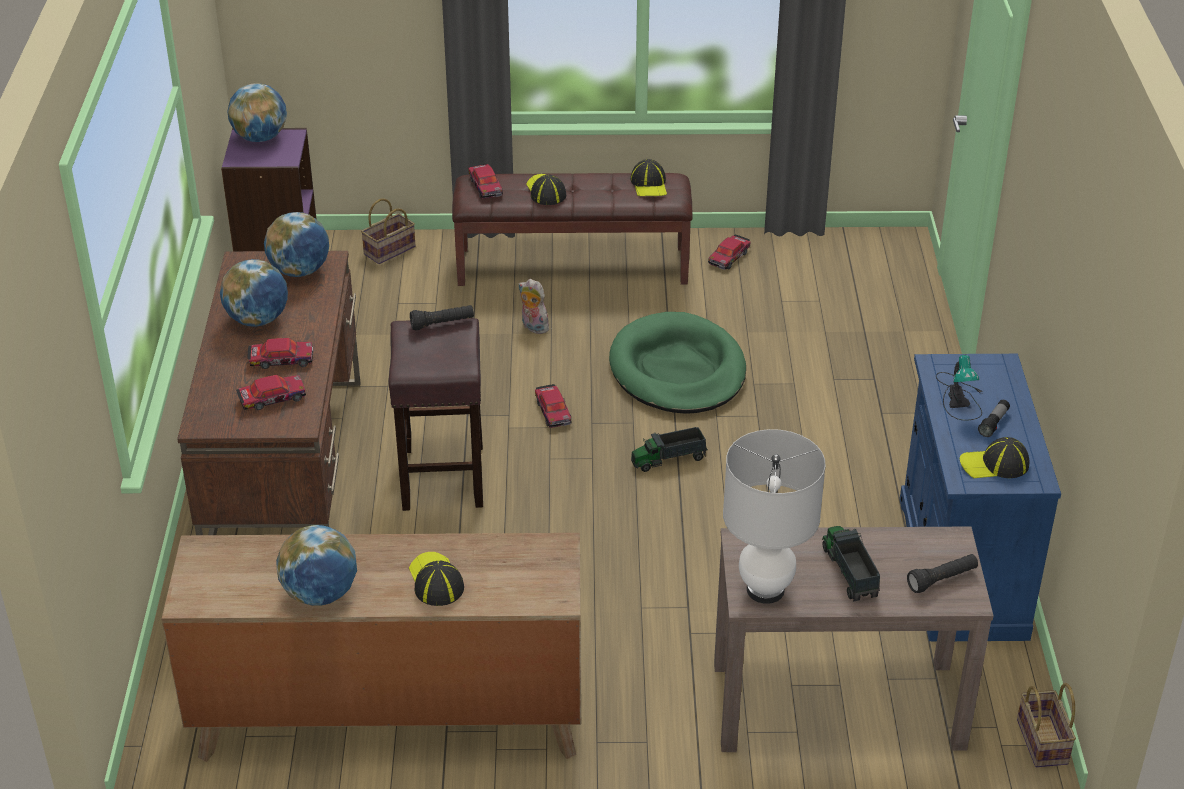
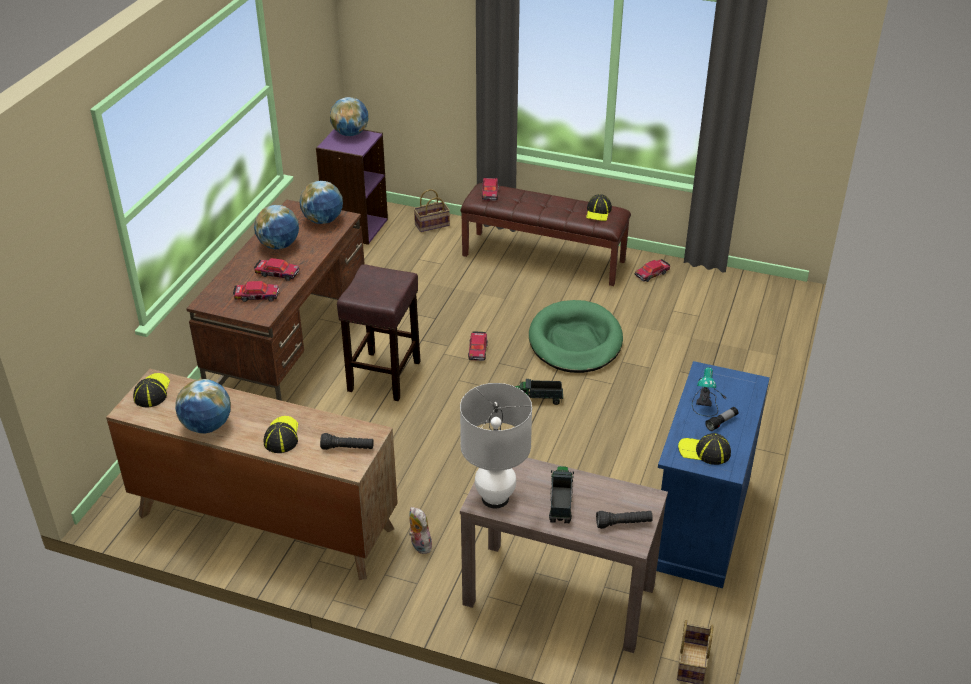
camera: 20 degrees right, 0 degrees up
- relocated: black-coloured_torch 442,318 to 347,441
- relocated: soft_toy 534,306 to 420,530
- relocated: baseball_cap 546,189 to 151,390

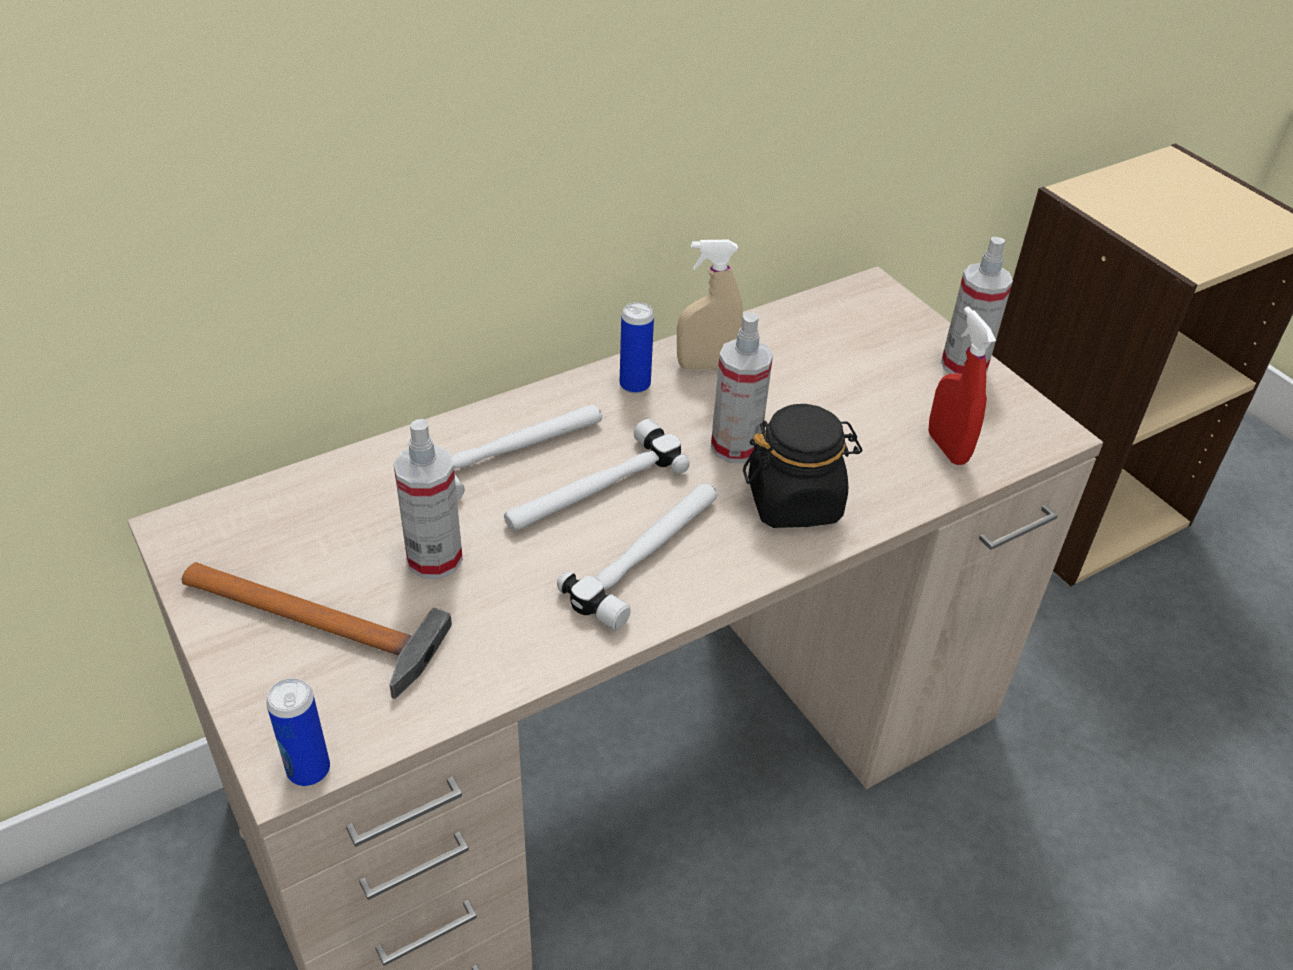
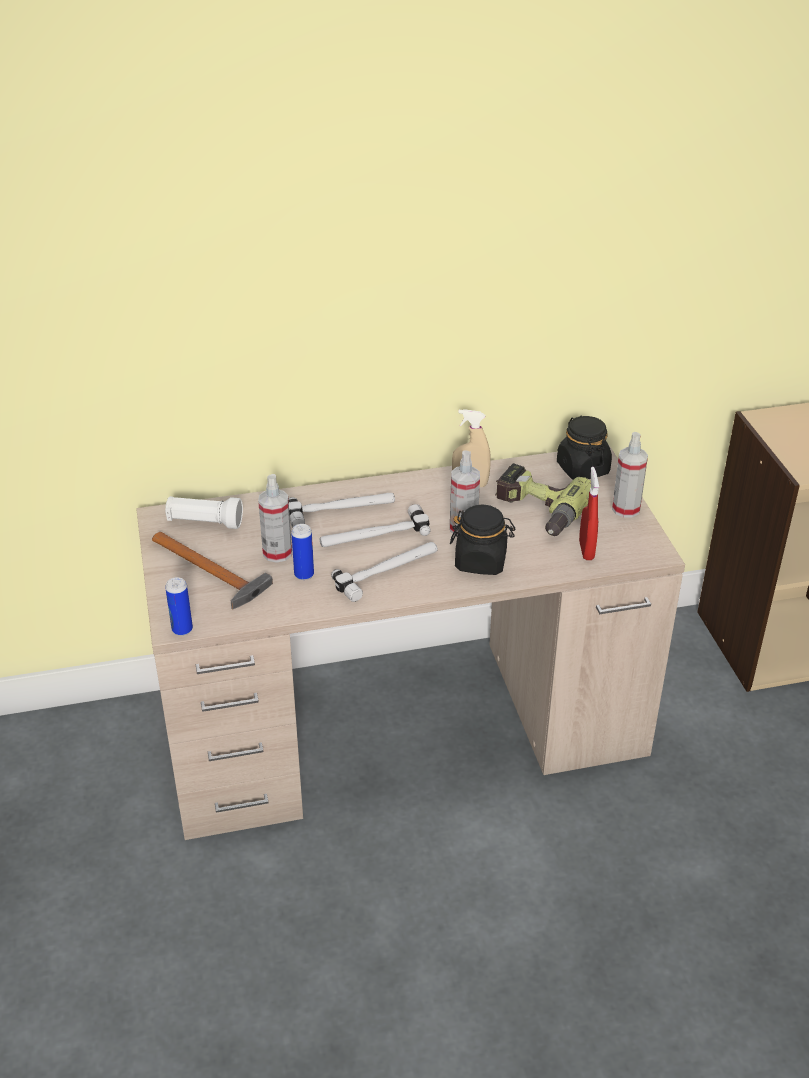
camera: 20 degrees right, 5 degrees down
- appeared: white_torch 204,512
- appeared: drill 543,499
- appeared: black-coloured_preserve_jar 584,448
- relocated: can 637,348 to 302,552

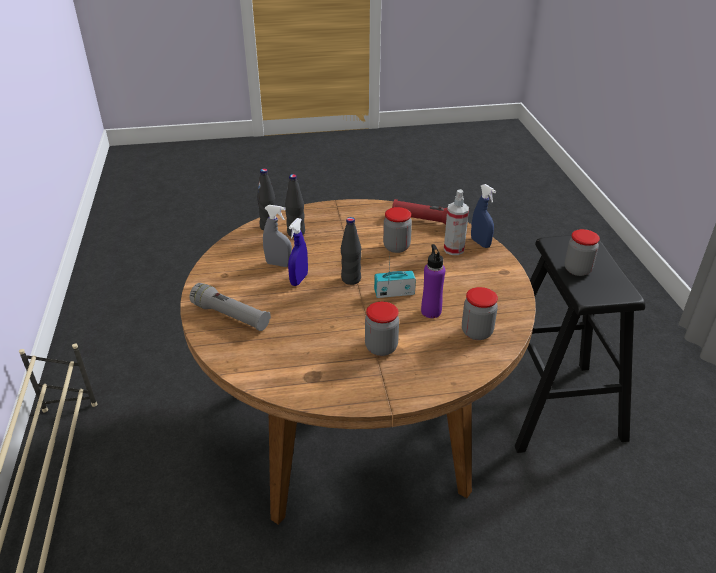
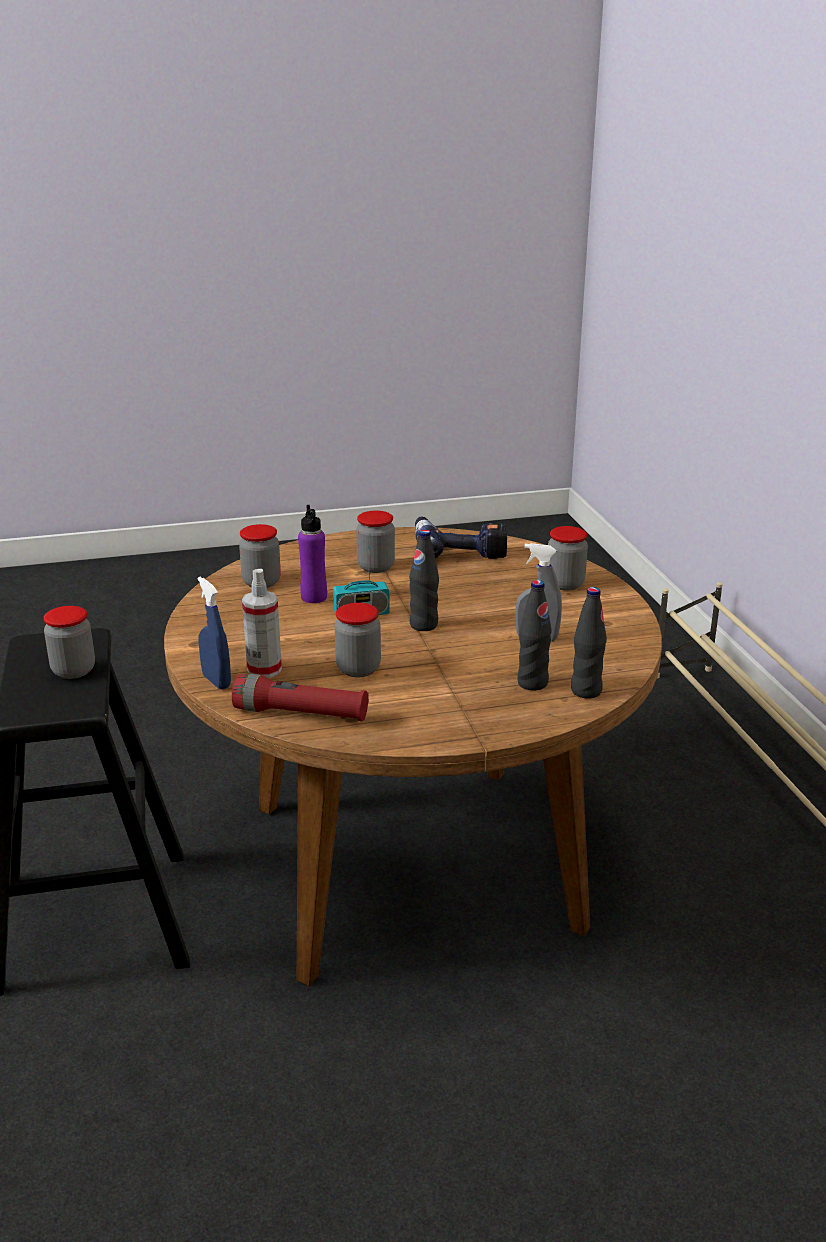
camera: 175 degrees right, 10 degrees down
- missing: blue_hand_sprayer 298,252
- appeared: drill 461,537
- exchanged: gray_torch 230,307 to preserve_jar 568,558

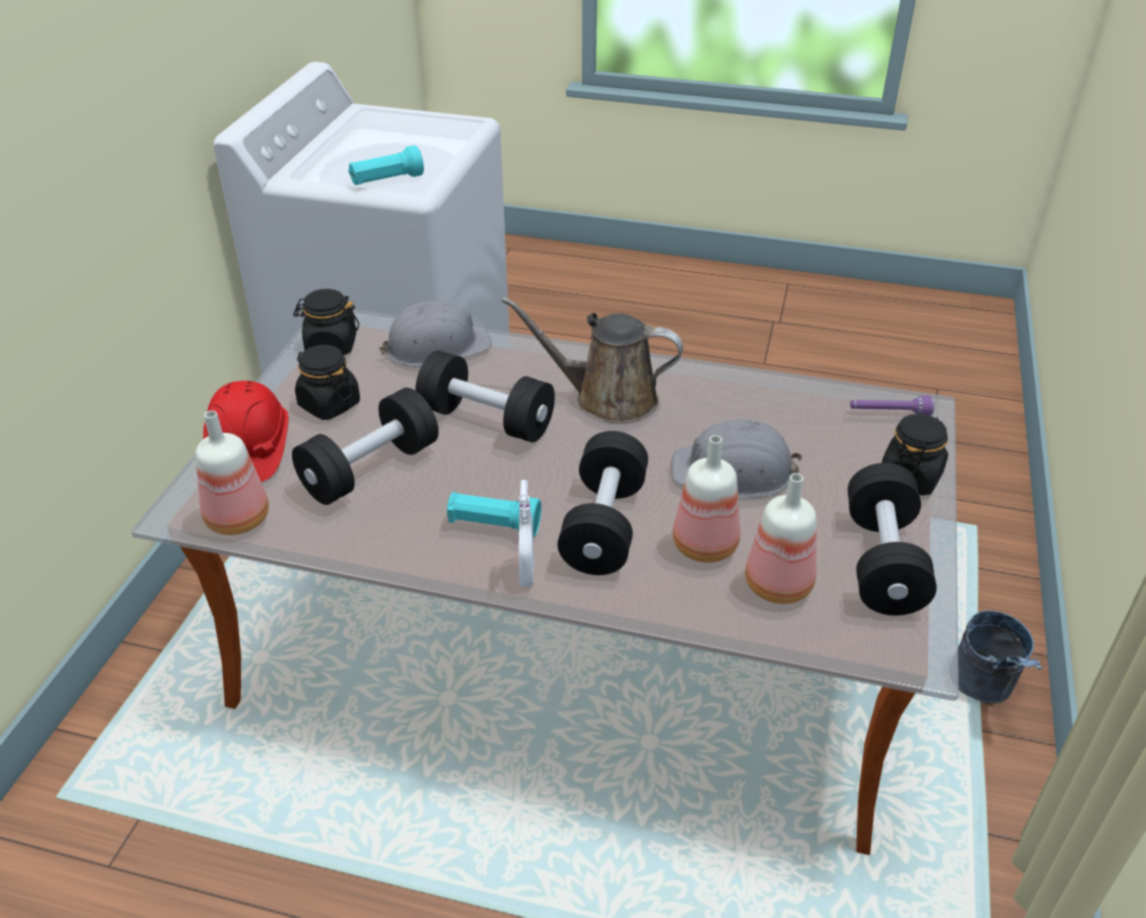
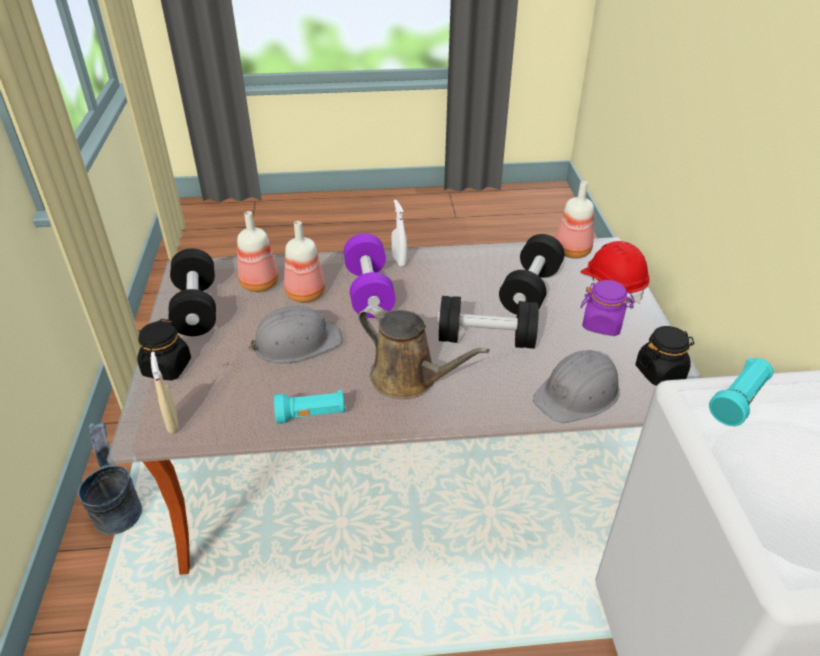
camera: 160 degrees right, 0 degrees up
- relocated: turquoise-coloured_torch 494,514 to 310,407
- exchanged: purple_torch 892,406 to beige-coloured_hand_sprayer 165,393
- colour: black-coloured_preserve_jar 327,382 to purple_preserve_jar 607,308
- colour: black-coloured_dumbbell 603,503 to purple_dumbbell 369,275
- spun: brown-coloured_sprinkling_can 592,360 = 424,352 45 degrees clockwise

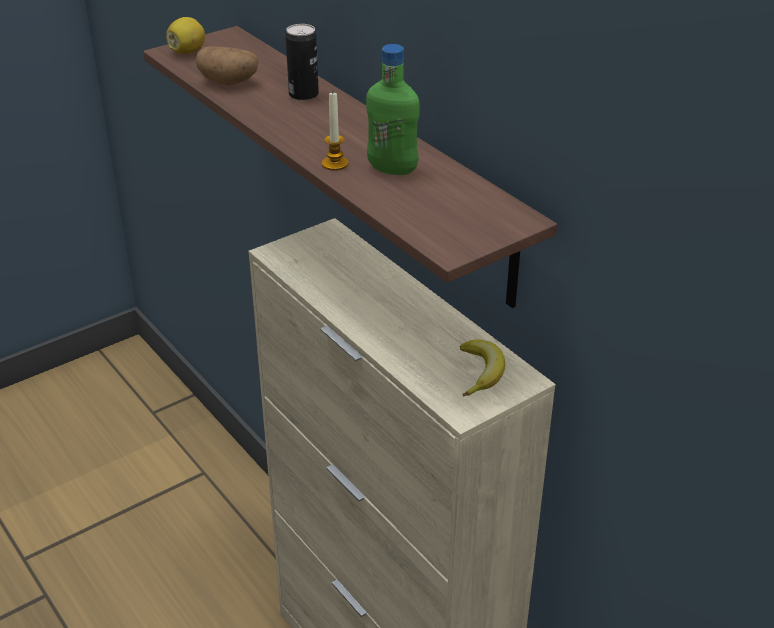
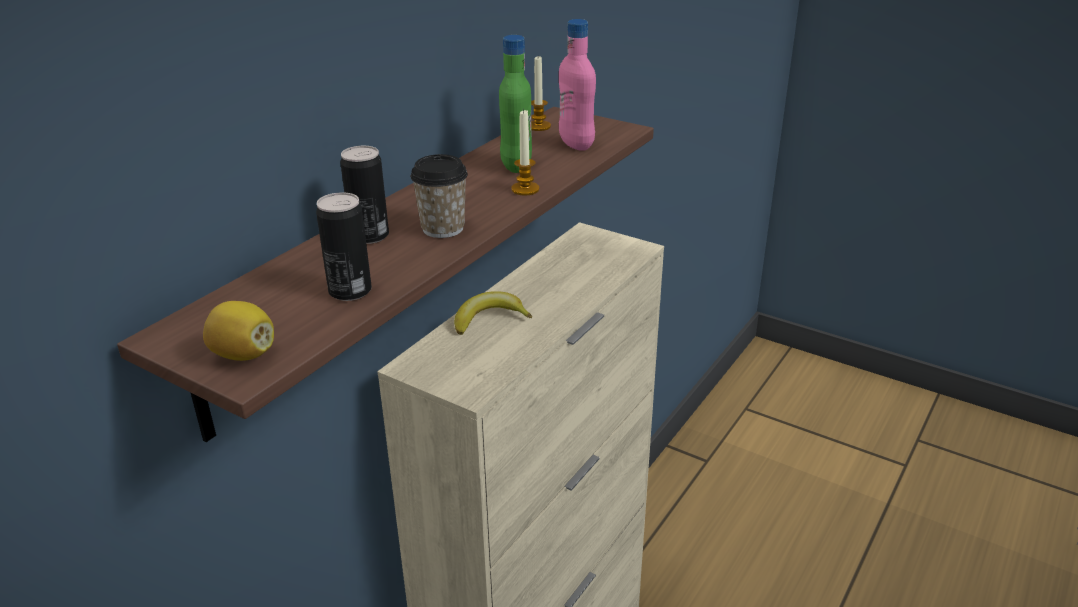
camera: 110 degrees left, 5 degrees down
- appeared: cup 439,196
- appeared: wax_light 541,93
- appeared: pink_drink_bottle 577,85
- relocated: banana_fruit 482,367 to 493,313
- exchanged: whole_potato 227,65 to can 344,246

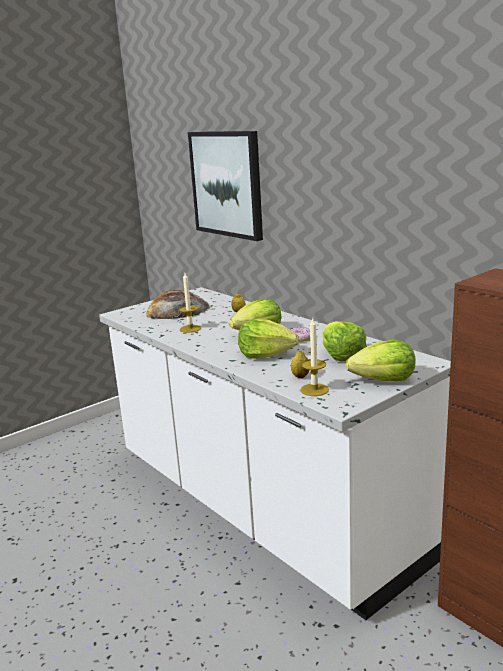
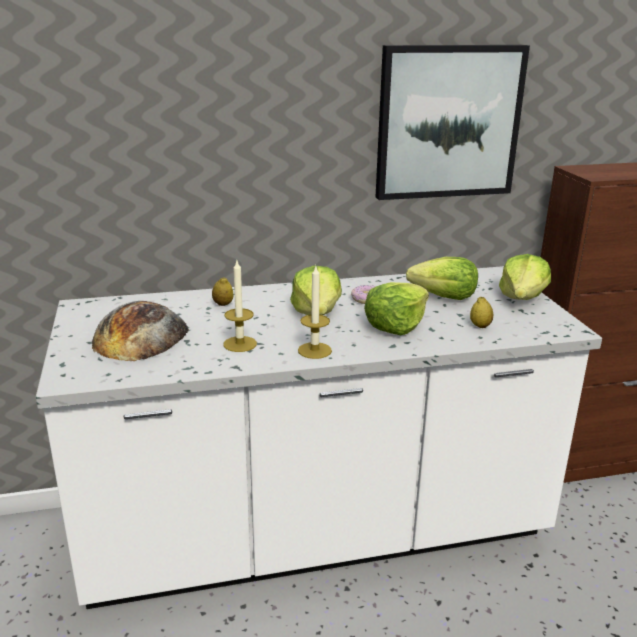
camera: 65 degrees left, 5 degrees up
- relocated: wall_picture 225,186 to 453,122
- relocated: wax_light 314,357 to 315,312

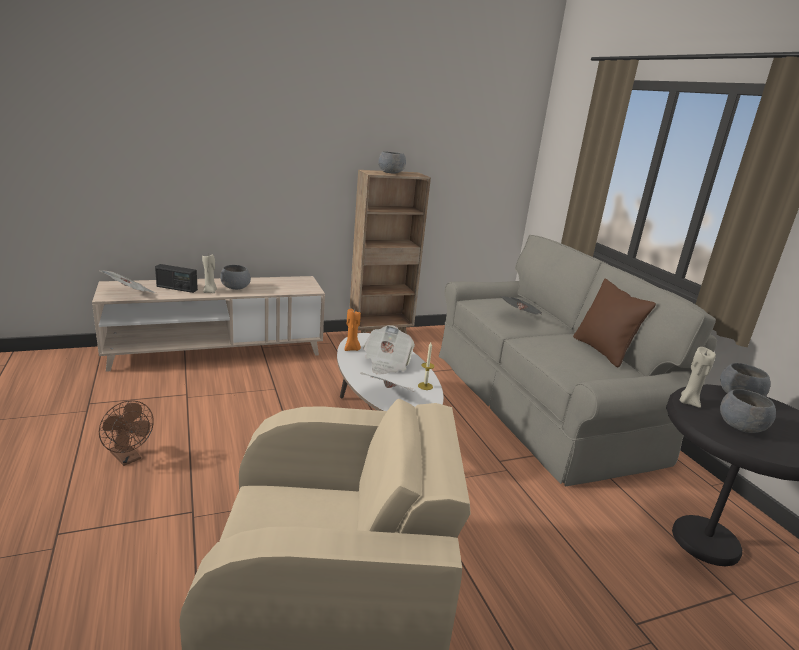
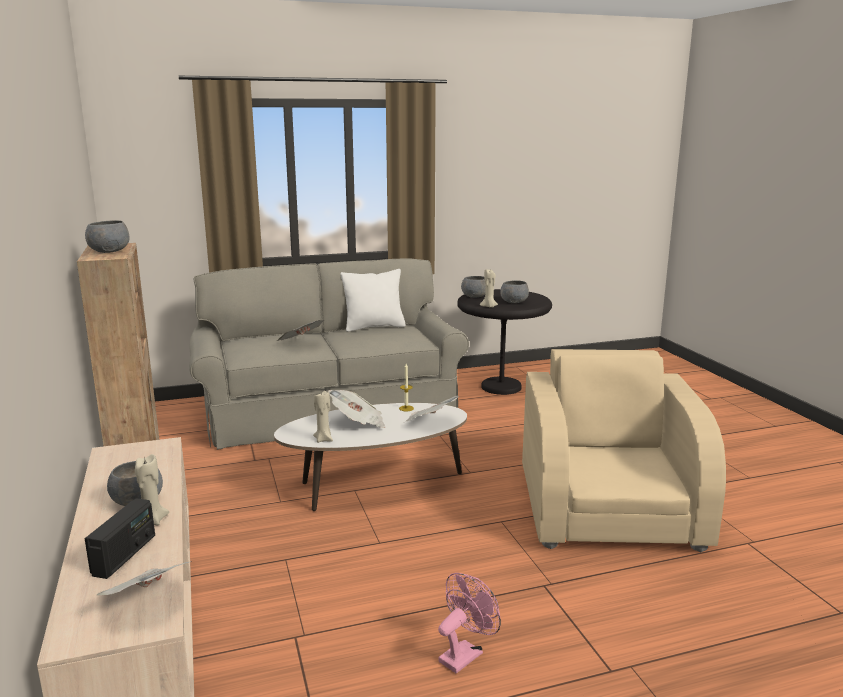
camera: 85 degrees left, 5 degrees down
- colour: brown-coloured_electric_fan 126,433 to pink_electric_fan 469,623
- colour: orangey_wax_light 353,330 to beige-coloured_wax_light 323,417
- colour: brown-coloured_throw_pillow 614,323 to white_throw_pillow 373,300

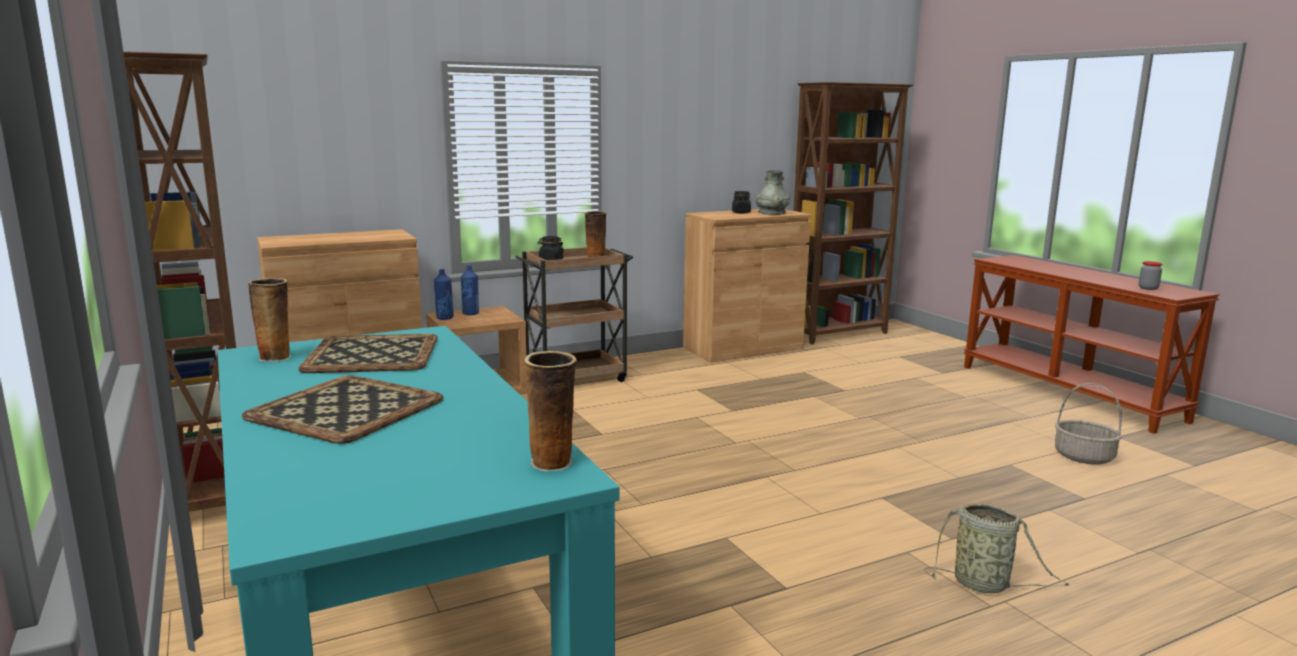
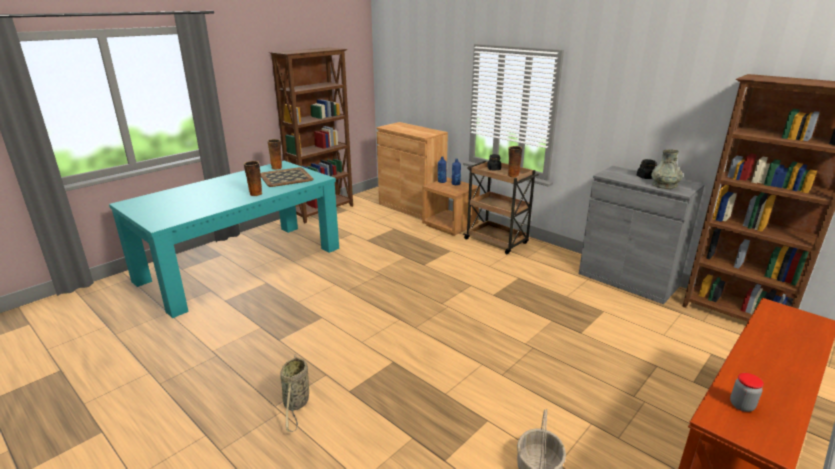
camera: 70 degrees right, 10 degrees up
- missing: serving_tray 342,409
- relocated: vase 550,411 to 253,178
- colour: brown-coloured_cupboard 747,286 to gray_cupboard 641,235

